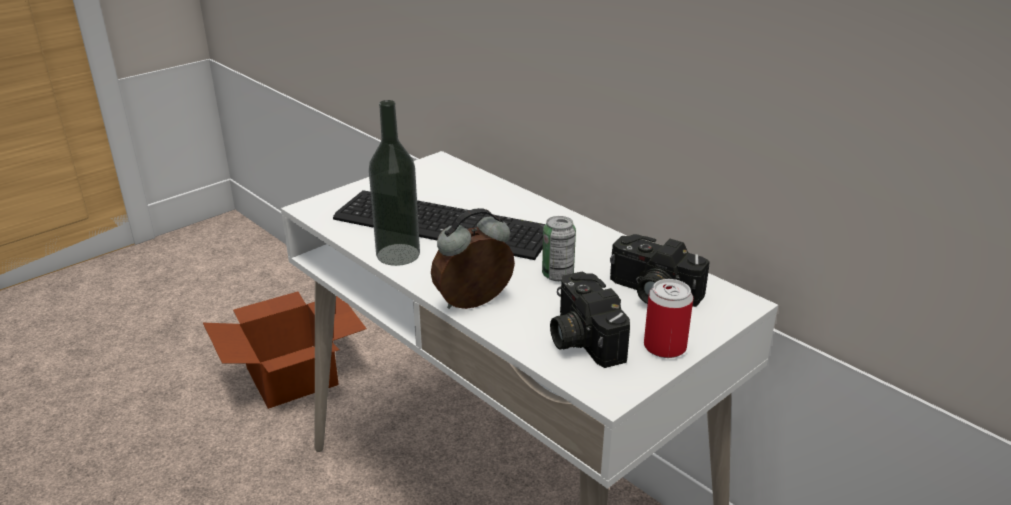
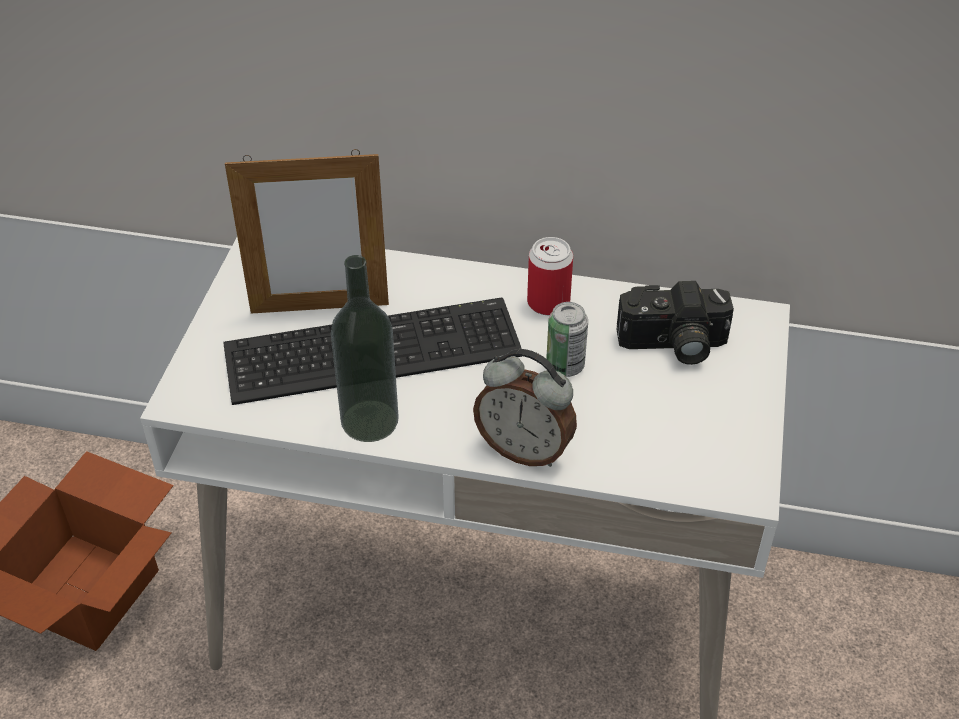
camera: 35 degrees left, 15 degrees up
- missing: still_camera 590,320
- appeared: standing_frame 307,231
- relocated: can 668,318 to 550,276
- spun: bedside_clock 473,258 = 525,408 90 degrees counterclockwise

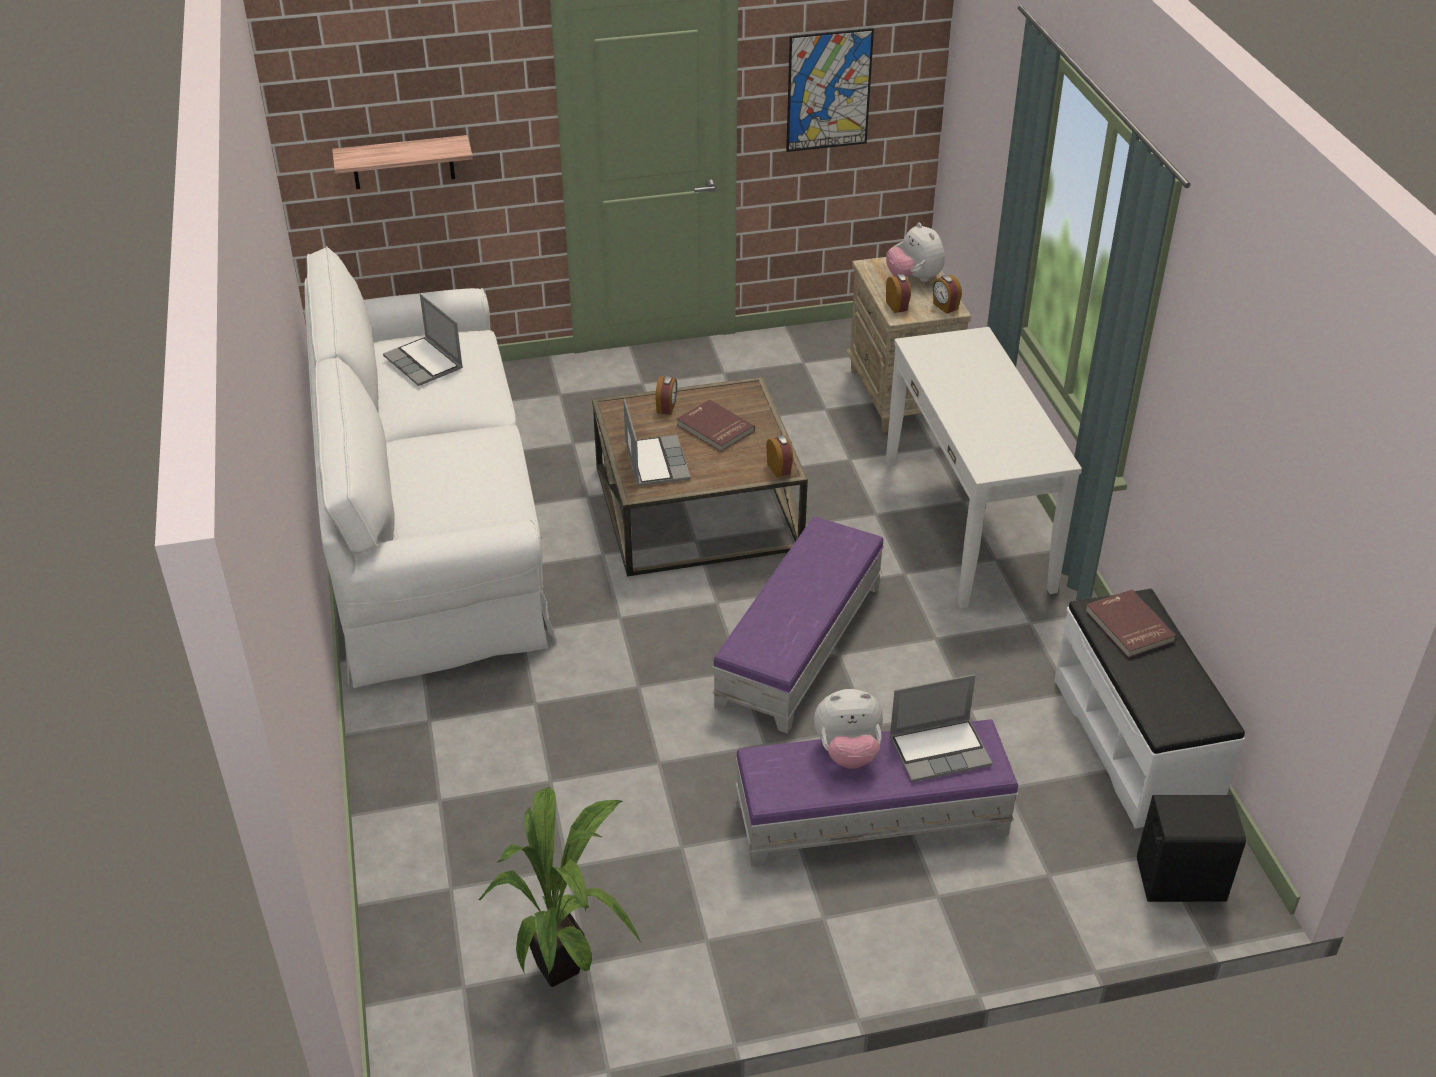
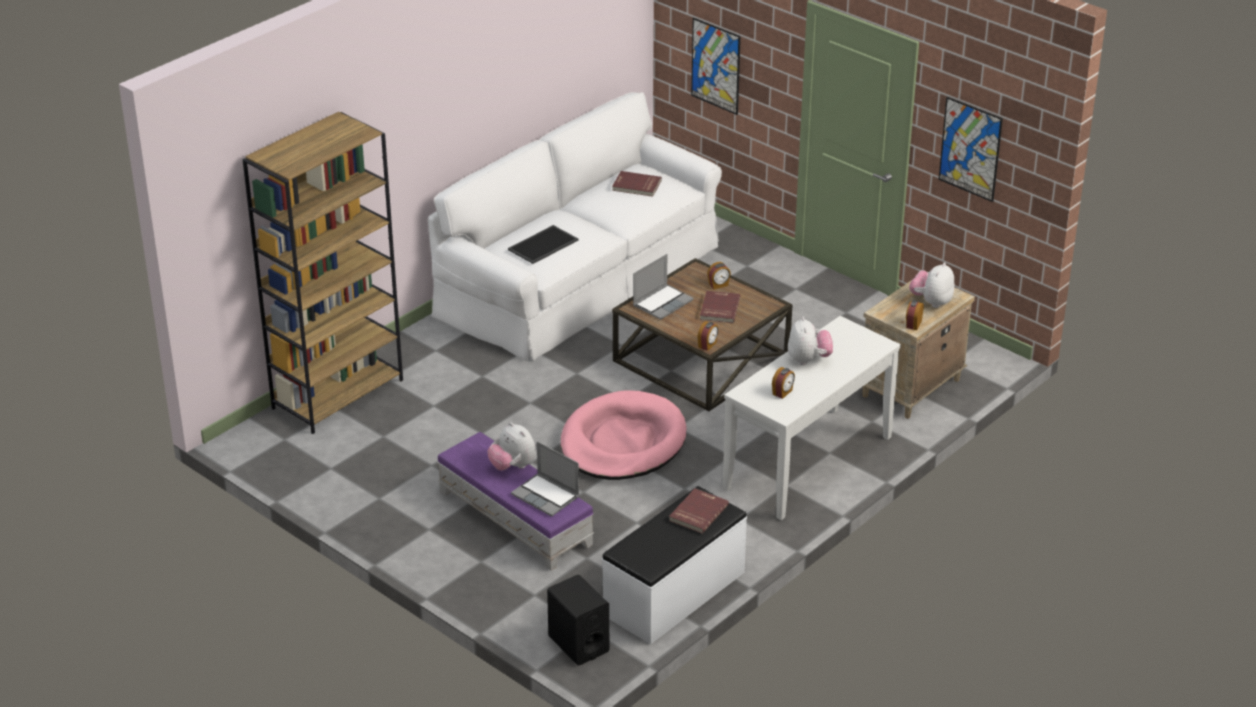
camera: 55 degrees right, 5 degrees down
- missing: potted_plant 560,887
- appeared: brown-coloured_bookshelf 322,273
- appeared: serving_tray 543,244
- appeared: soft_toy 810,341
- relocated: bedside_clock 898,293 to 783,383
- exchanged: bracket_shelf 402,162 to wall_picture 716,66
- exchanged: notebook_computer 423,340 to red_bound_book 637,184
- exchanged: purple_pouffe 798,625 to pink_dog_bed 623,435

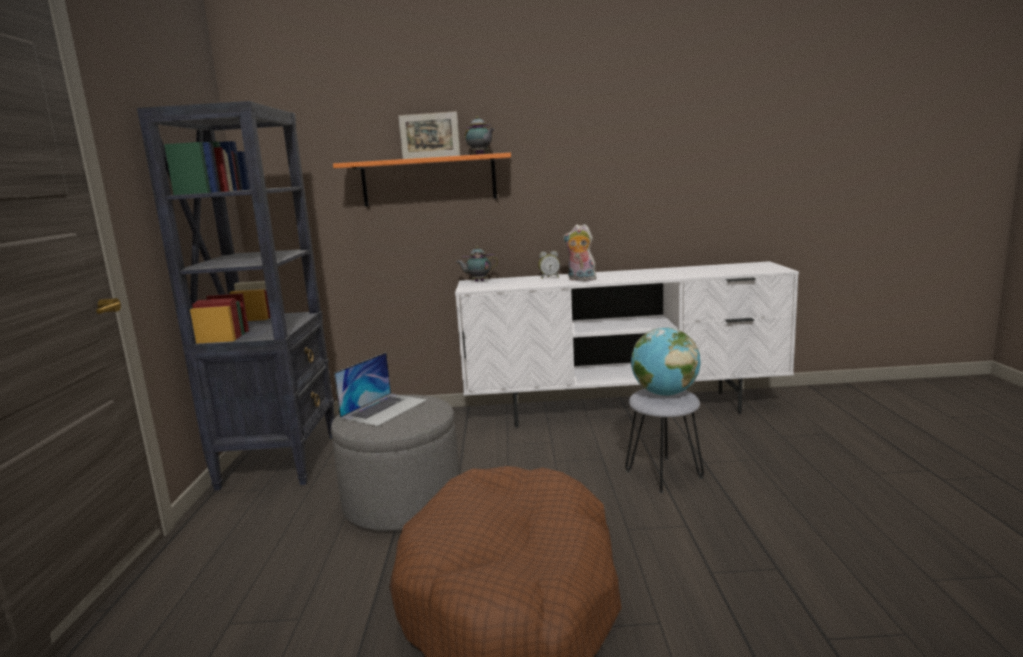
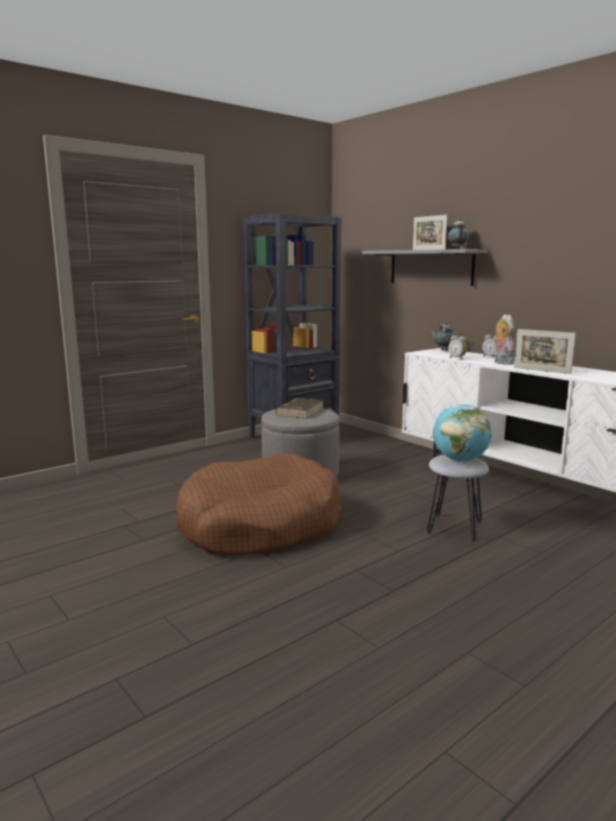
camera: 50 degrees right, 0 degrees up
- appeared: bedside_clock 457,347
- appeared: standing_frame 545,351
- exchanged: notebook_computer 380,389 to brown-coloured_bound_book 299,408
- colour: orangey_bracket_shelf 422,180 to gray_bracket_shelf 424,267

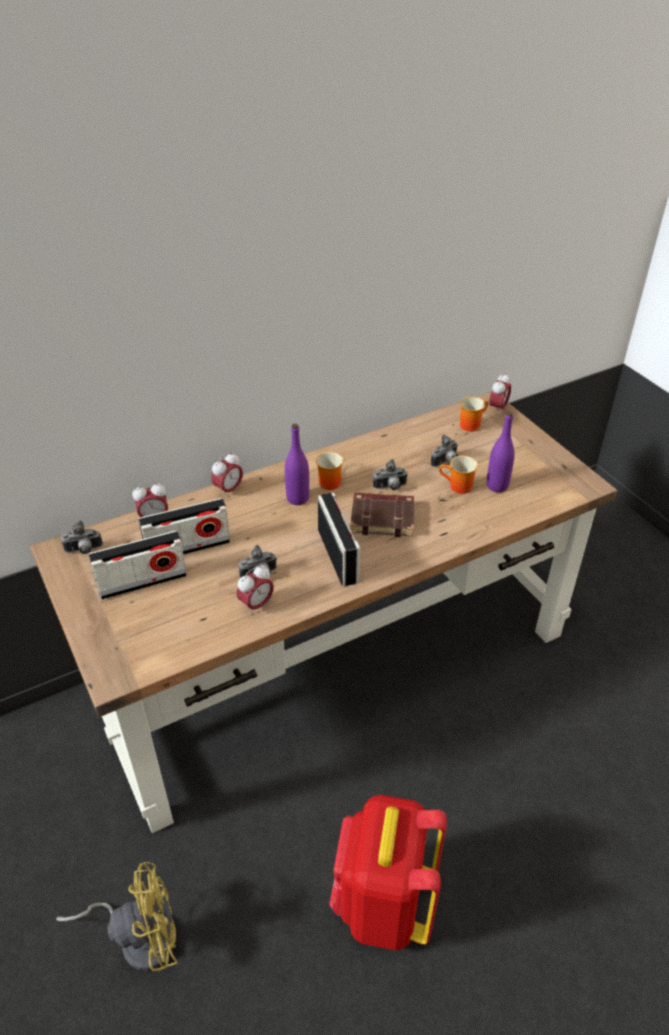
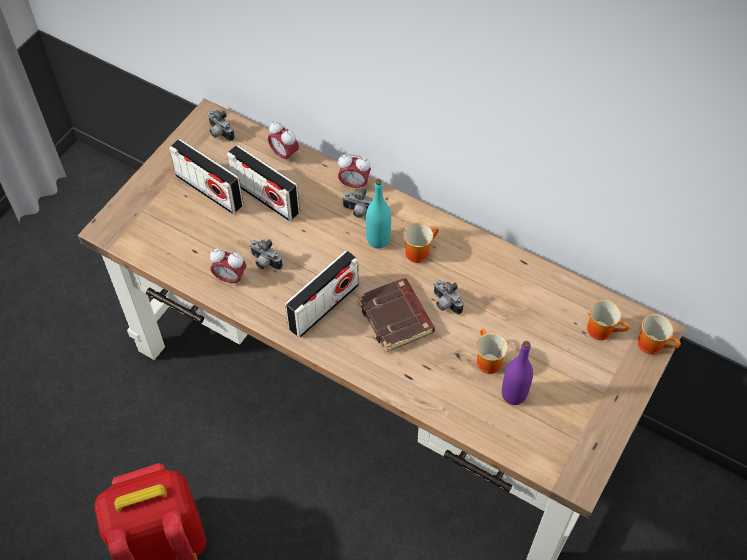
camera: 60 degrees right, 15 degrees up
- missing: yellow_electric_fan 117,917
- relocated: still_camera 444,451 to 357,202
- exchanged: bedside_clock 500,393 to coffee_mug 659,334
- colour: purple_drink_bottle 297,464 to turquoise-coloured_drink_bottle 378,214

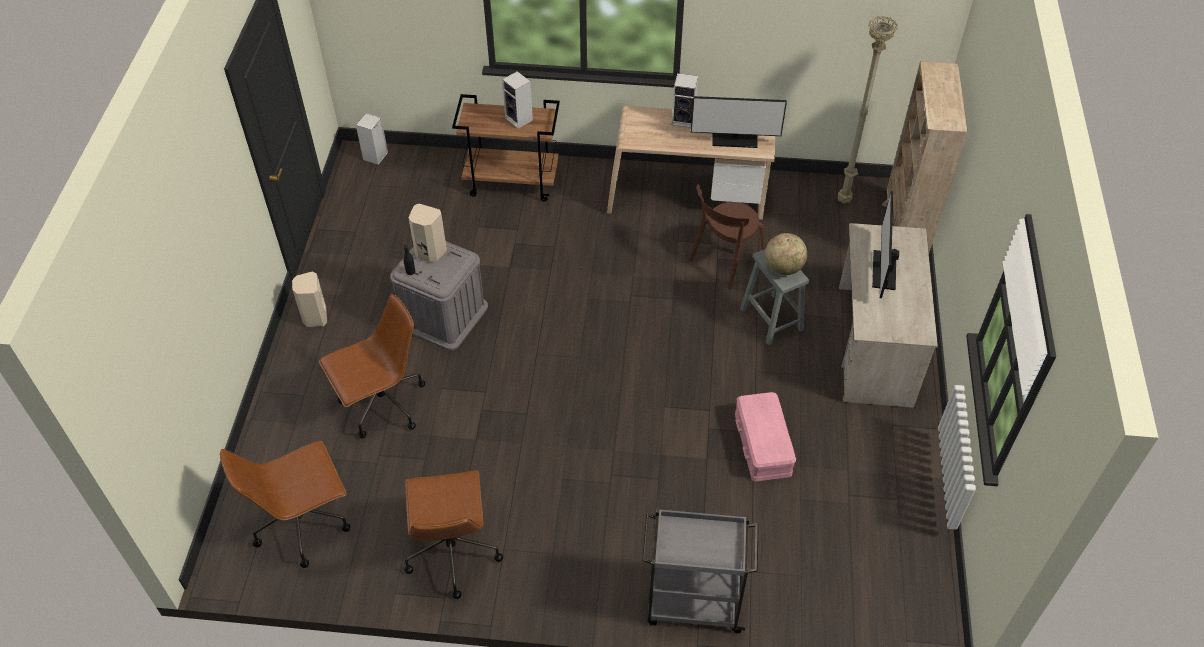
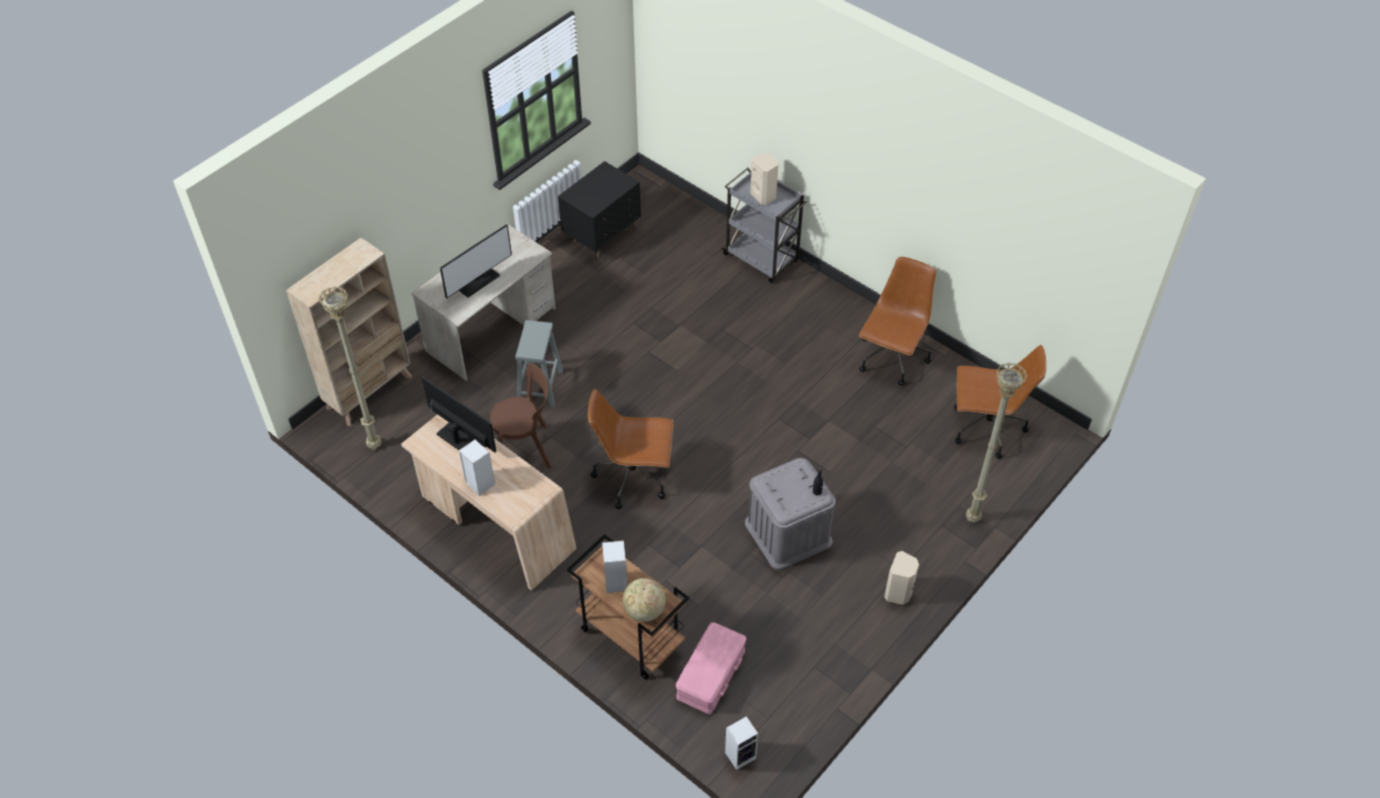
camera: 145 degrees left, 0 degrees up
- appeared: black-coloured_nightstand 599,210
- appeared: beige-coloured_floor_lamp 996,443
- relocated: brown-coloured_computer_chair 372,366 to 631,449
- relocated: beige-coloured_loudspeaker 427,233 to 764,179
- relocated: pink_storage_box 765,437 to 711,668
- relocated: world_globe 786,254 to 644,600

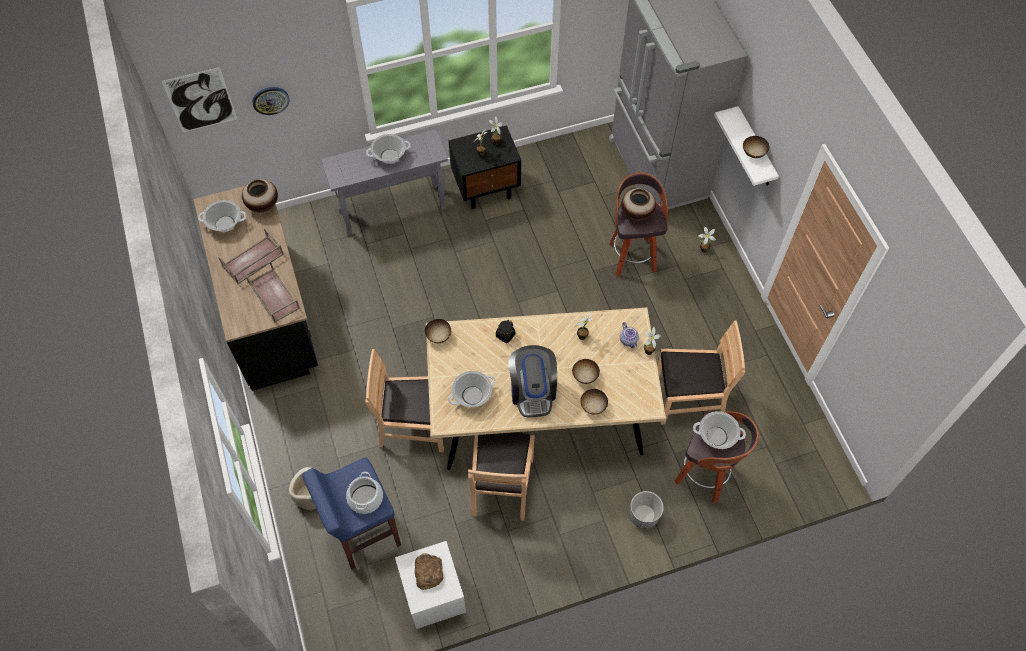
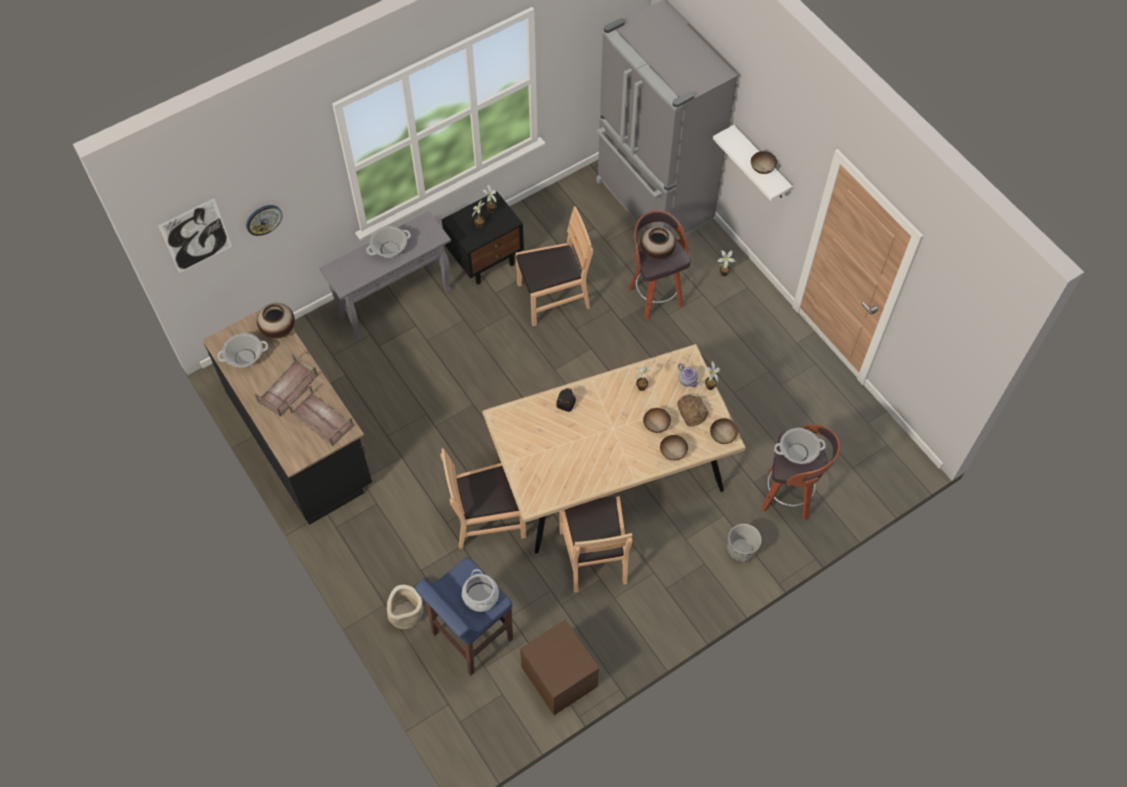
camera: 15 degrees left, 0 degrees up
- missing: cooking_pot 472,389
- missing: coffee_machine 532,381
- relocated: bakery_bread 429,572 to 692,411
- relocated: deep_dish 438,331 to 724,431
- relocated: brown-coloured_plain_chair 701,372 to 554,266
- colour: white_nightstand 430,585 to brown-coloured_nightstand 559,667

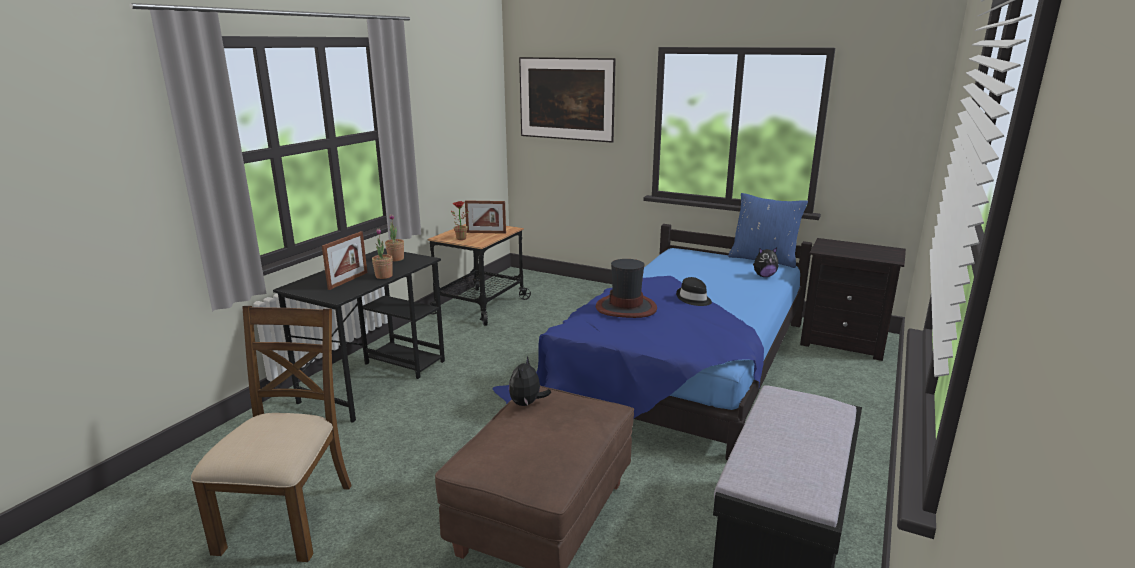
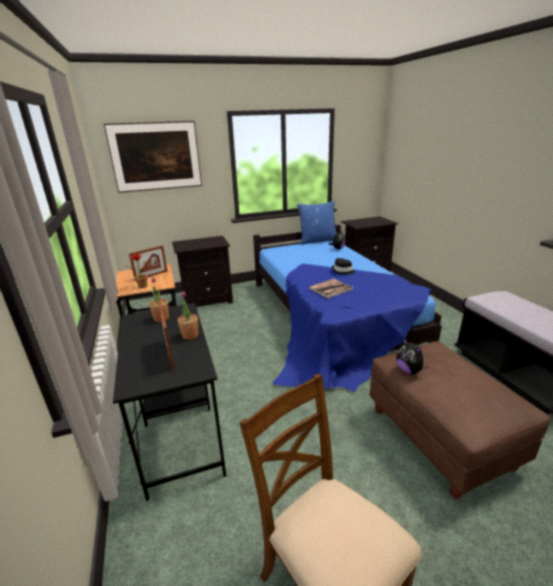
camera: 45 degrees left, 5 degrees up
- appeared: black-coloured_nightstand 202,271
- exchanged: wearable_hat 626,288 to bound_book 331,289

